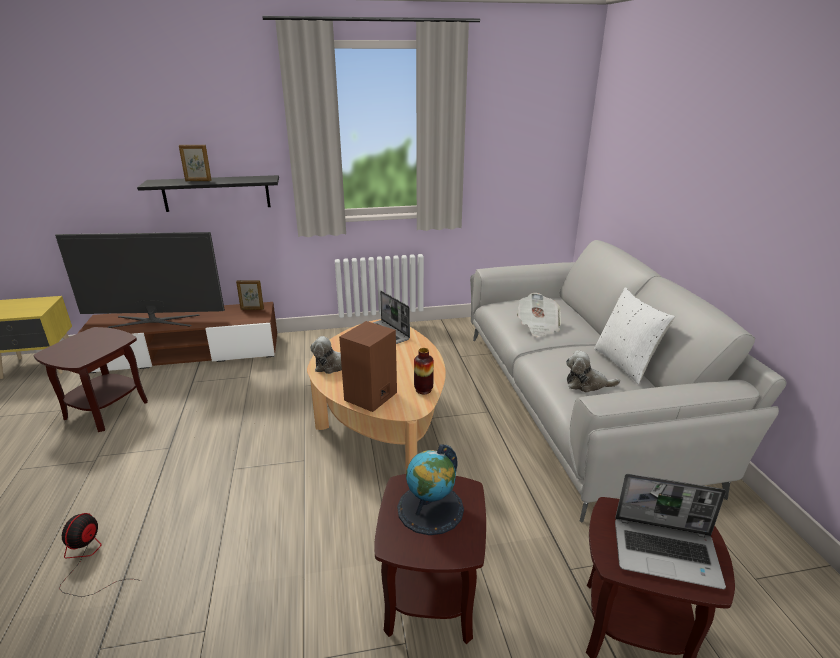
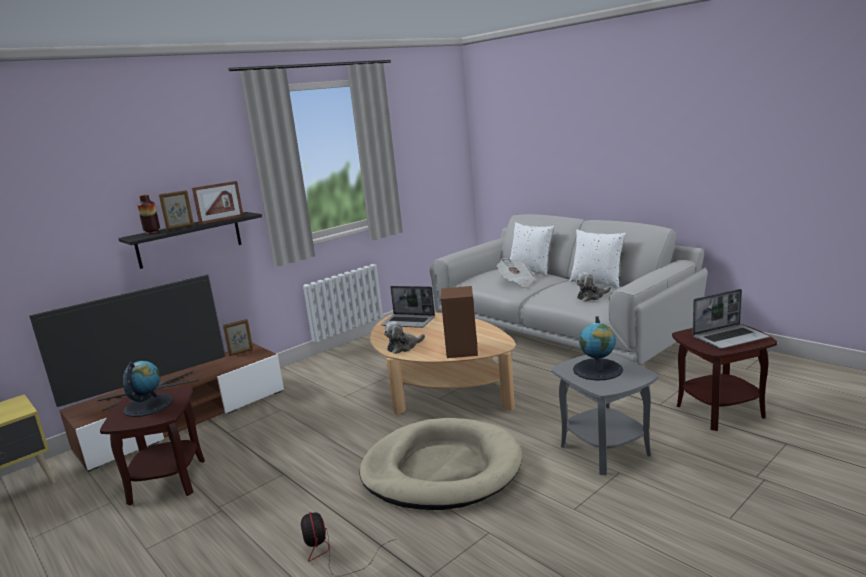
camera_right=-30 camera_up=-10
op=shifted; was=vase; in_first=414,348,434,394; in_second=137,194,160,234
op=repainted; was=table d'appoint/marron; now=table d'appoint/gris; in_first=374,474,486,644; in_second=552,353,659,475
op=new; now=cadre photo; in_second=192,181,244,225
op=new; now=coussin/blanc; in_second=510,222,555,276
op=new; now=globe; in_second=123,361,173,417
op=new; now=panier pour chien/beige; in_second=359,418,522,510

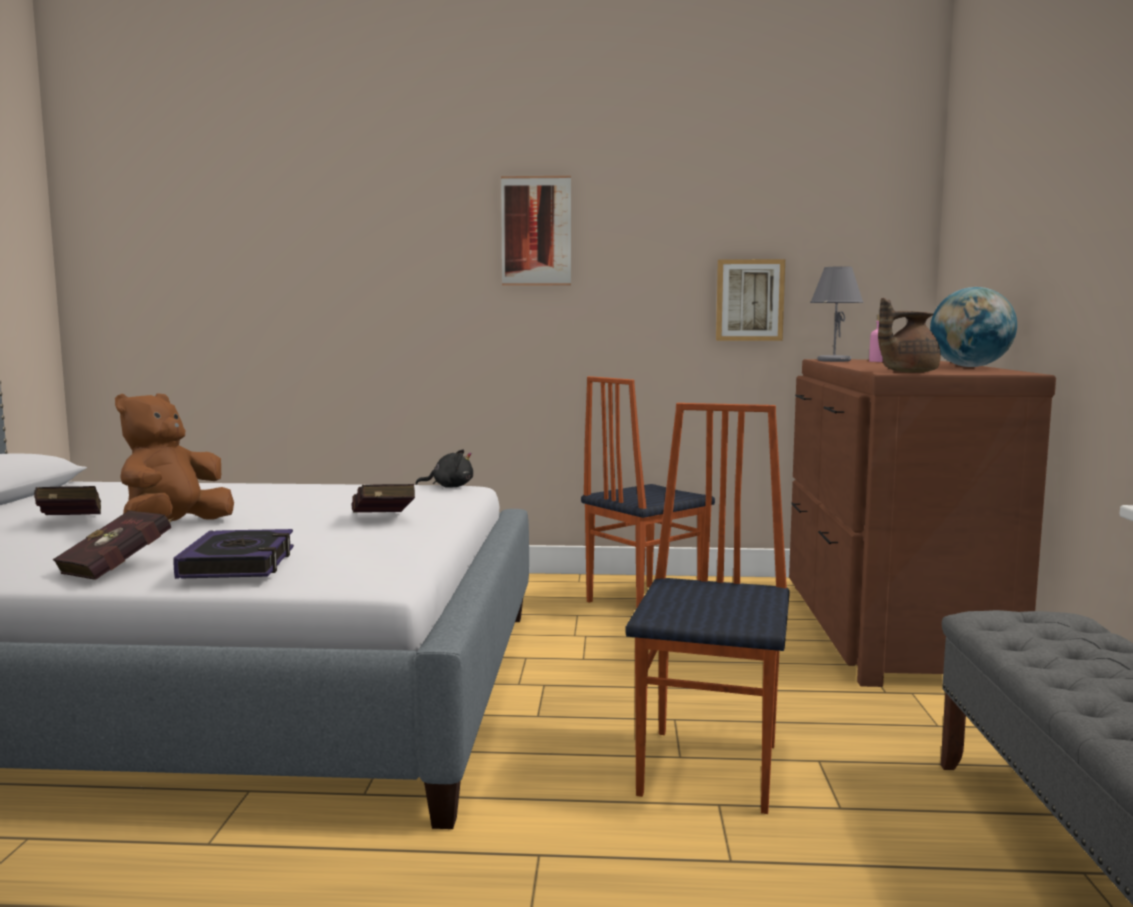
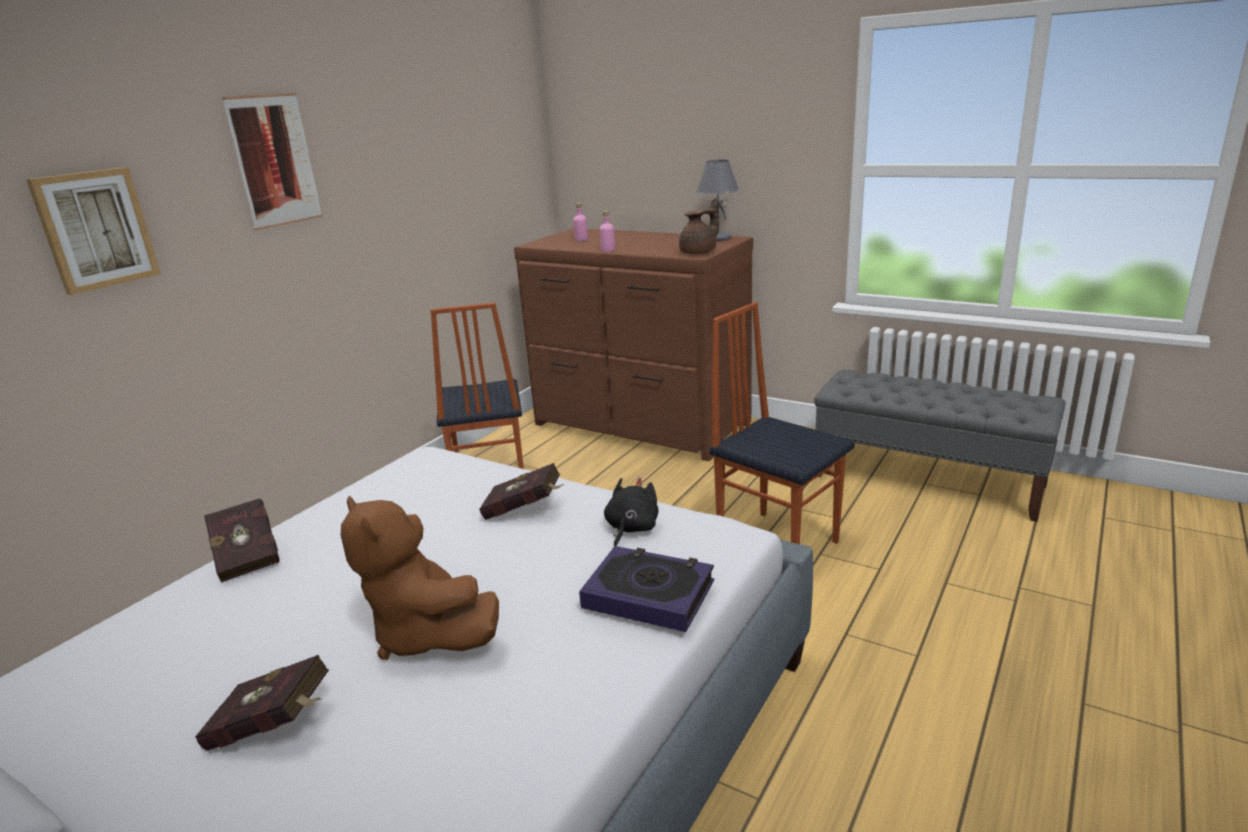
camera_right=-60 camera_up=15
op=shifted; was=tableau; in_first=716,259,785,341; in_second=26,167,161,295
op=shifted; was=lampe de table/gris; in_first=810,266,863,362; in_second=697,160,739,241
op=gone; was=globe; in_first=930,287,1017,367
op=rotated; was=théière/marron; in_first=878,298,941,373; in_second=679,198,719,254; clockwise=-135
op=shifted; was=peluche/noir; in_first=416,449,473,488; in_second=604,477,659,546
op=shifted; was=livre/rouge; in_first=53,510,173,580; in_second=204,498,280,582
op=new; now=bouteille/rose; in_second=600,211,615,252

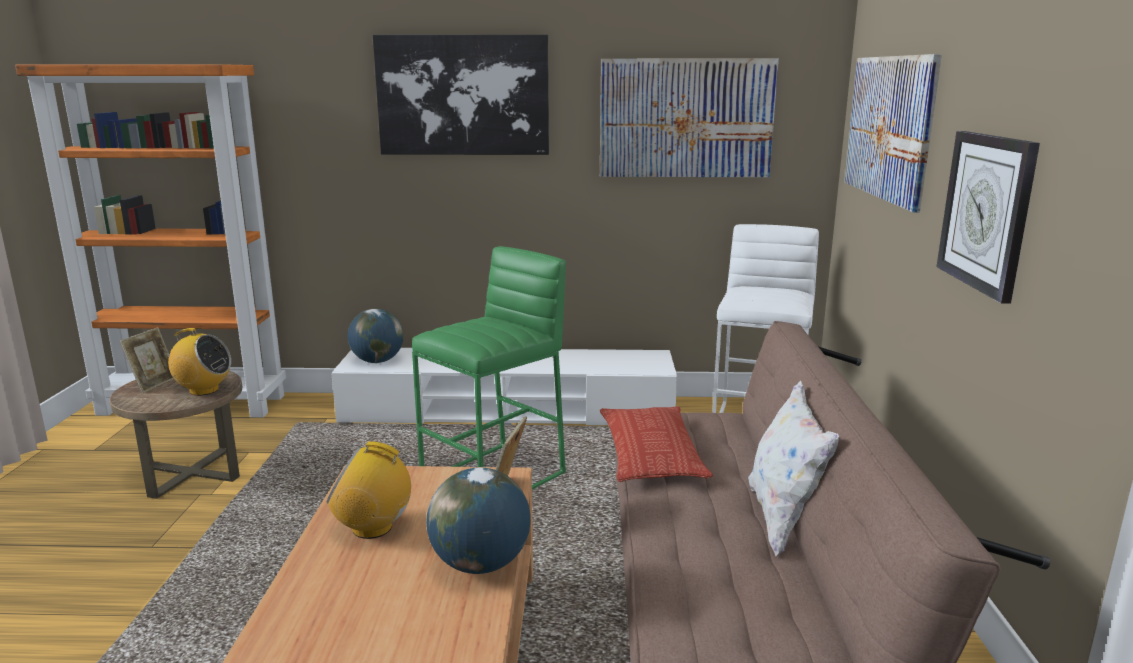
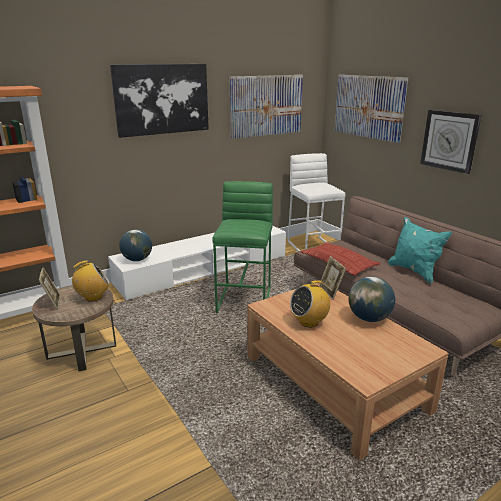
camera_right=-35 camera_up=5
op=repainted; was=coussin/blanc; now=coussin/turquoise; in_first=748,381,840,556; in_second=388,217,452,284

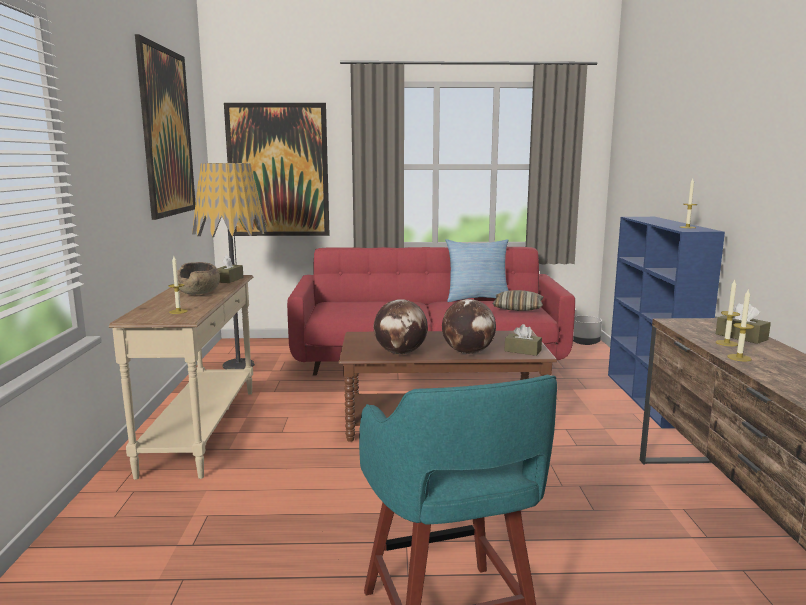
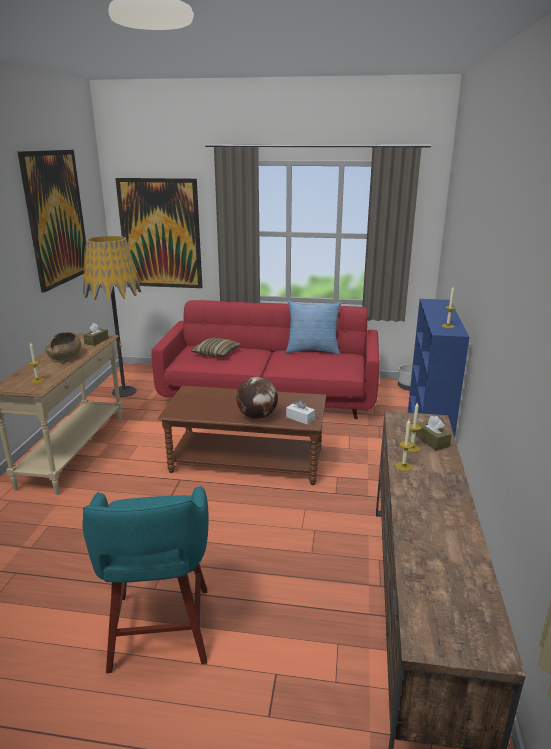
camera_right=10 camera_up=10
op=shifted; was=coussin; in_first=492,290,543,311; in_second=191,338,241,357
op=gone; was=globe; in_first=373,299,428,354
op=repainted; was=boîte à mouchoirs/marron; now=boîte à mouchoirs/blanc; in_first=505,324,542,356; in_second=286,399,315,424

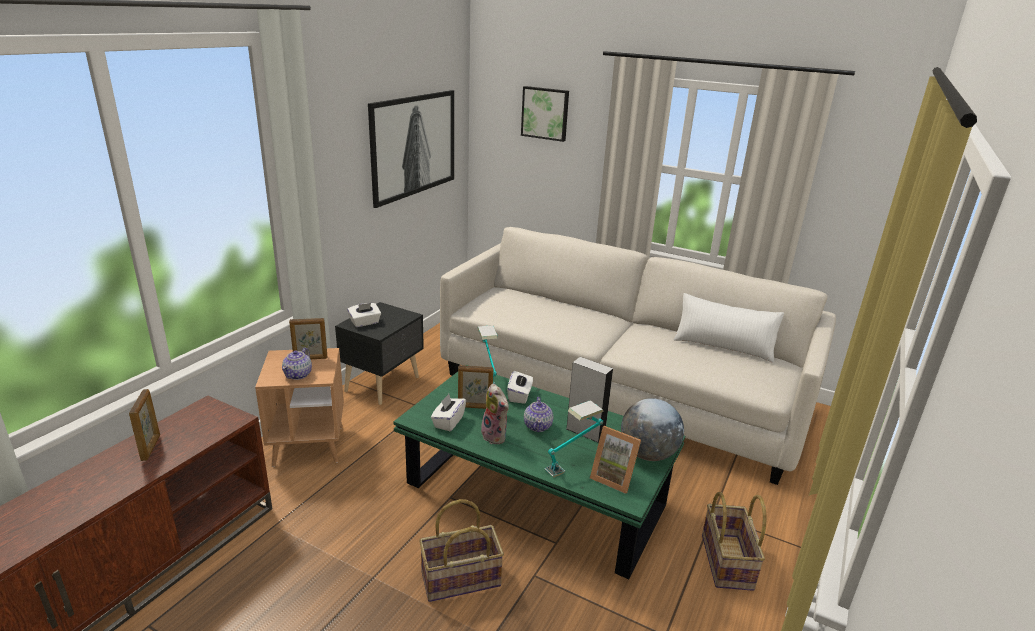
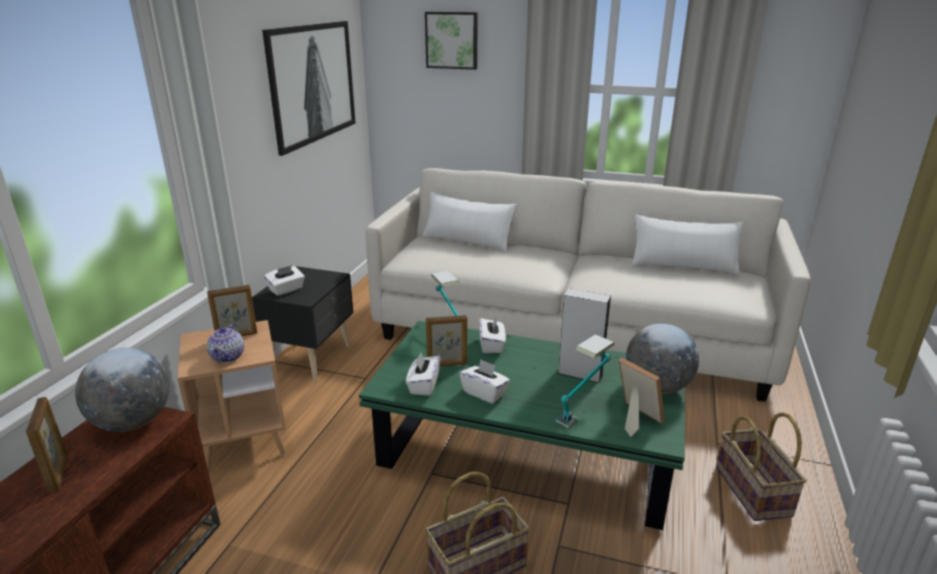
camera_right=-10 camera_up=0
op=swapped; was=peluche; now=boîte à mouchoirs/blanc; in_first=481,384,509,444; in_second=459,359,510,404
op=gone; was=théière; in_first=524,397,553,432
op=rotated; was=cadre photo; in_first=590,426,641,494; in_second=618,358,665,437; clockwise=-150
op=new; now=coussin/blanc; in_second=422,192,517,252
op=new; now=globe; in_second=75,348,170,432

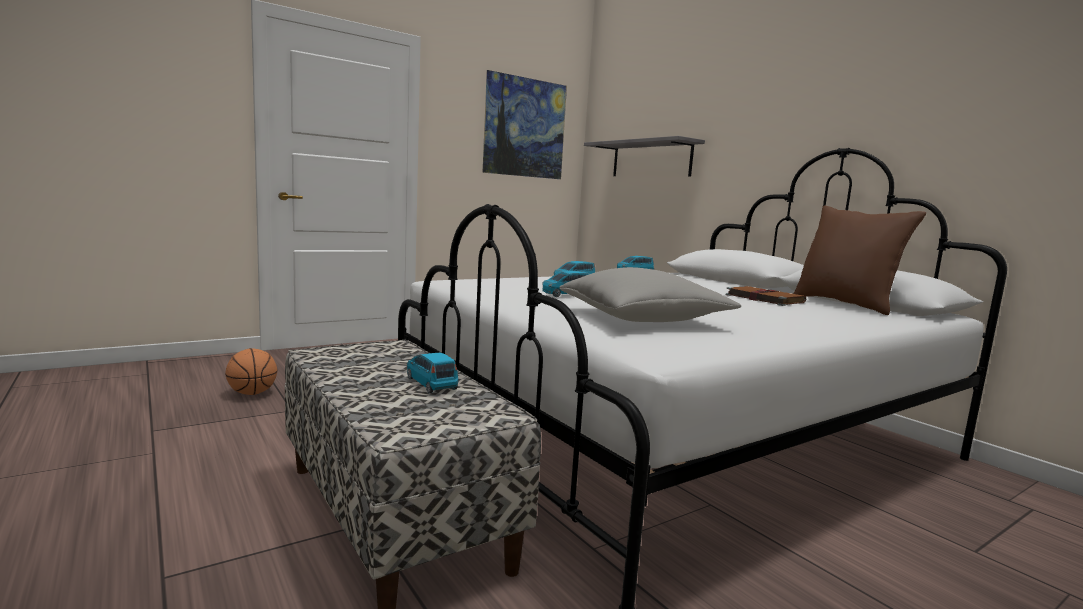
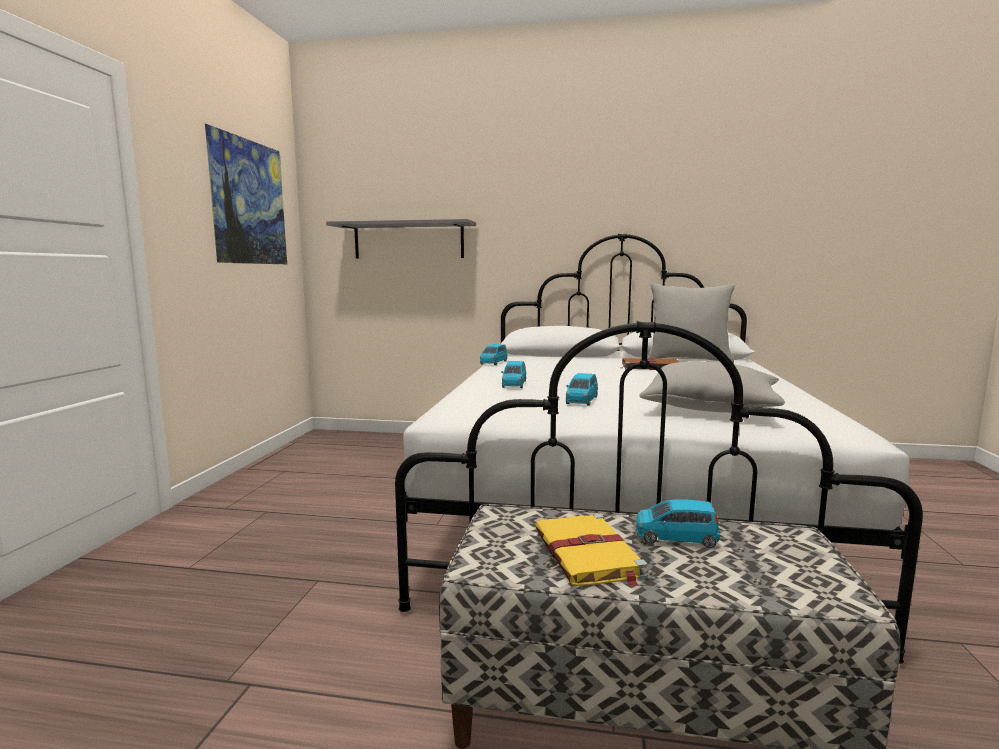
camera_right=-45 camera_up=0
op=repainted; was=coussin/marron; now=coussin/gris; in_first=793,205,926,315; in_second=648,283,735,363
op=gone; was=ballon de basket; in_first=225,348,278,395
op=new; now=livre/jaune; in_second=535,514,648,587

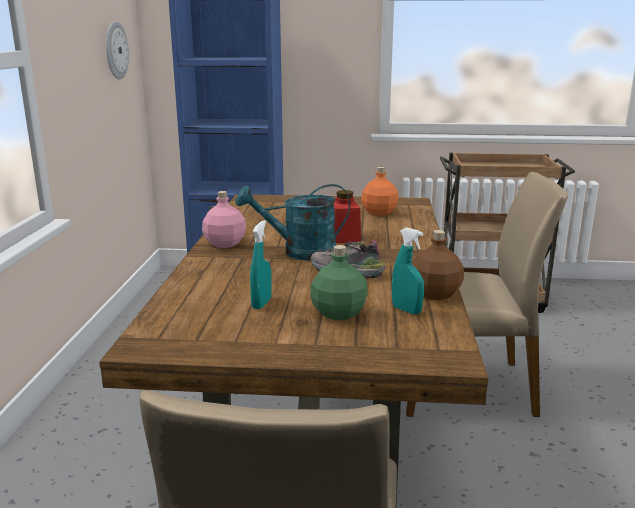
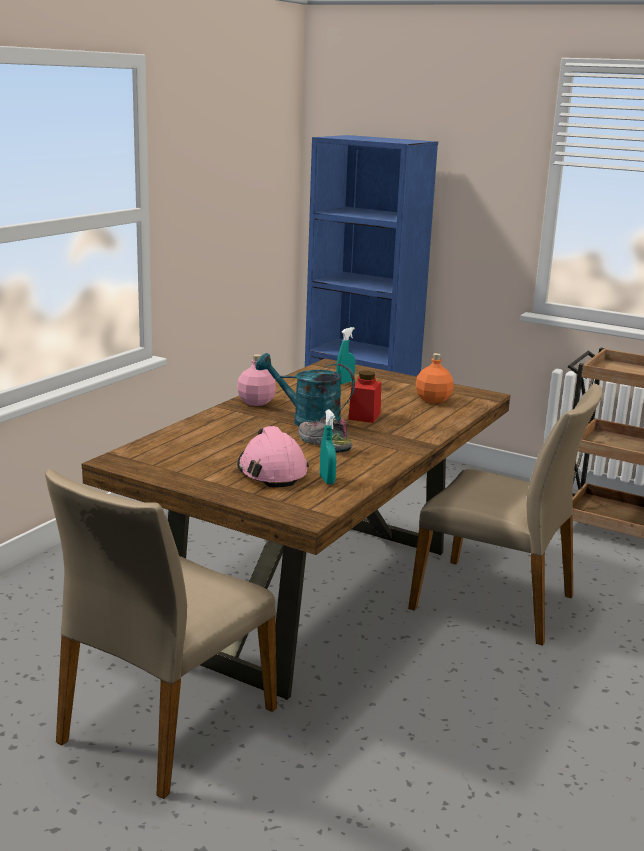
camera_right=25 camera_up=0
op=gone; was=horloge murale; in_first=106,21,129,80
op=shifted; was=vaporisateur/turquoise; in_first=250,220,272,309; in_second=336,327,355,384
op=gone; was=bouteille/marron; in_first=412,230,464,300
op=swapped; was=bouteille/vert; now=casque de chantier/rose; in_first=310,245,368,320; in_second=237,426,309,487

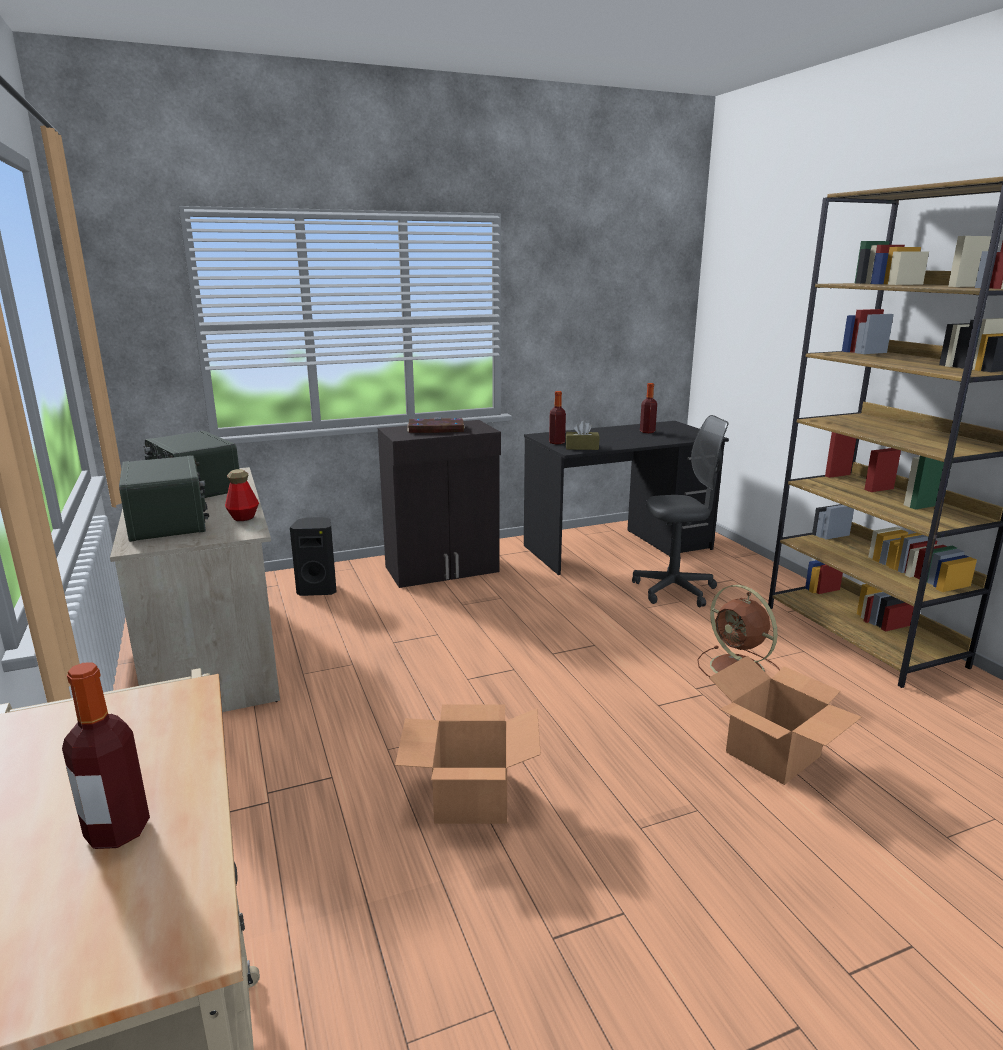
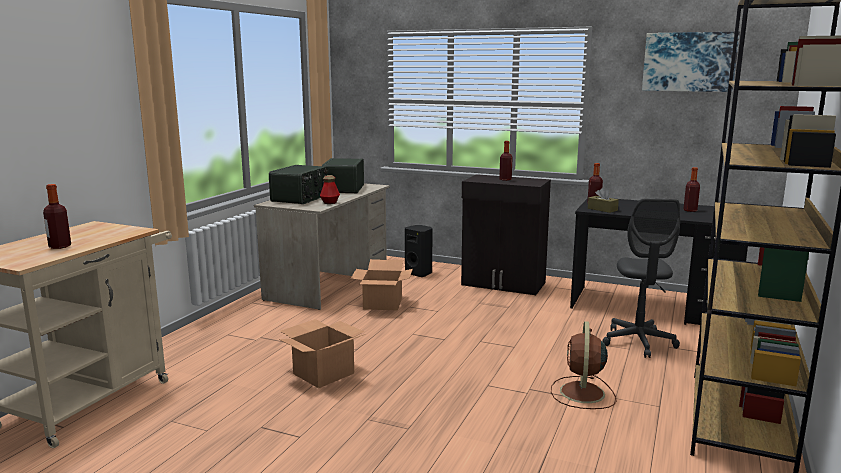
camera_right=45 camera_up=-5
op=rotated; was=chaise de bureau/gris; in_first=632,415,729,607; in_second=602,199,680,358; clockwise=60
op=swapped; was=livre; now=bouteille; in_first=407,417,465,433; in_second=499,141,513,181
op=shifted; was=carton; in_first=709,656,862,785; in_second=350,259,413,311
op=new; now=tableau; in_second=642,32,740,92

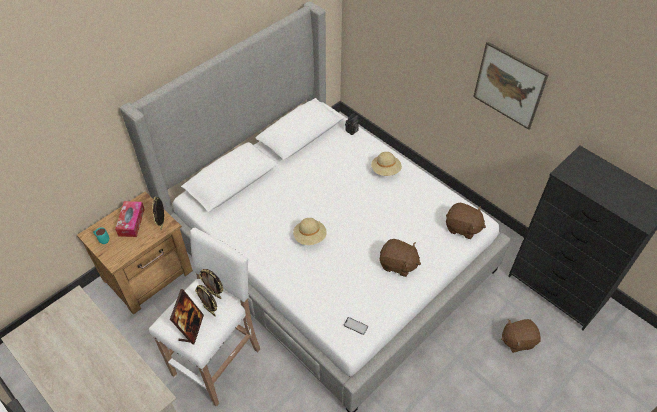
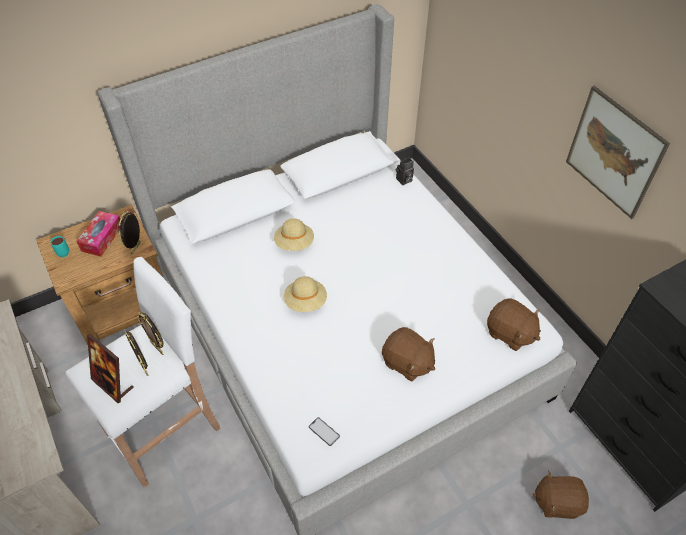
camera_right=15 camera_up=0
op=shifted; was=chapeau/beige; in_first=371,152,402,176; in_second=274,219,314,251
op=rotated; was=cadre photo; in_first=170,289,204,344; in_second=87,334,134,403; clockwise=105

